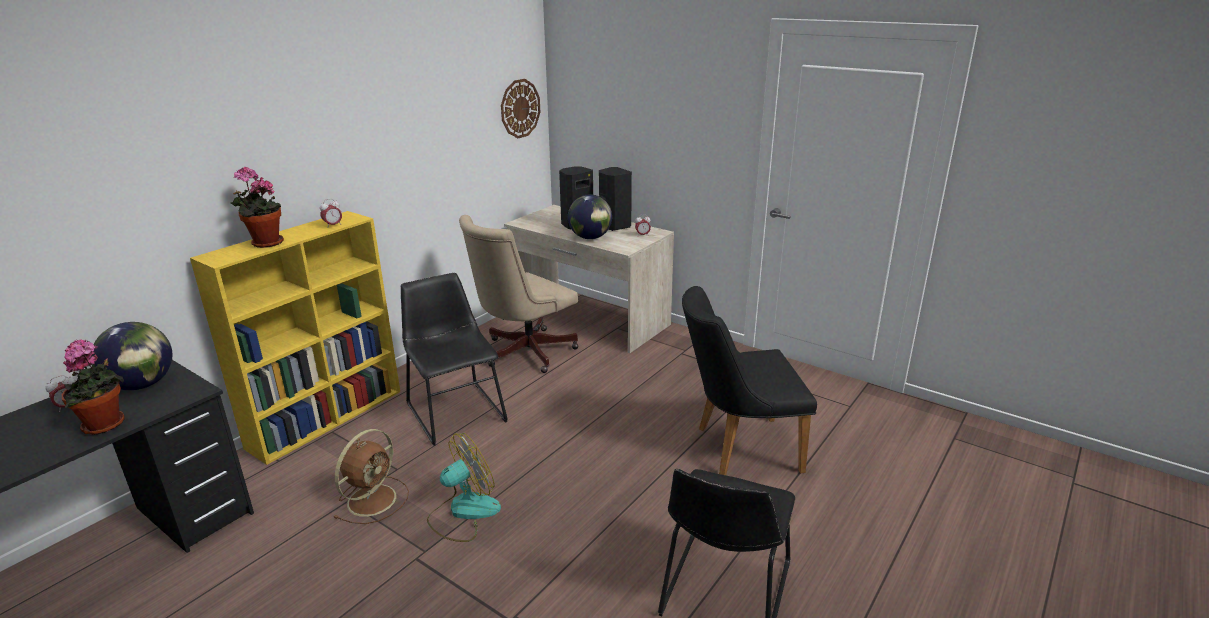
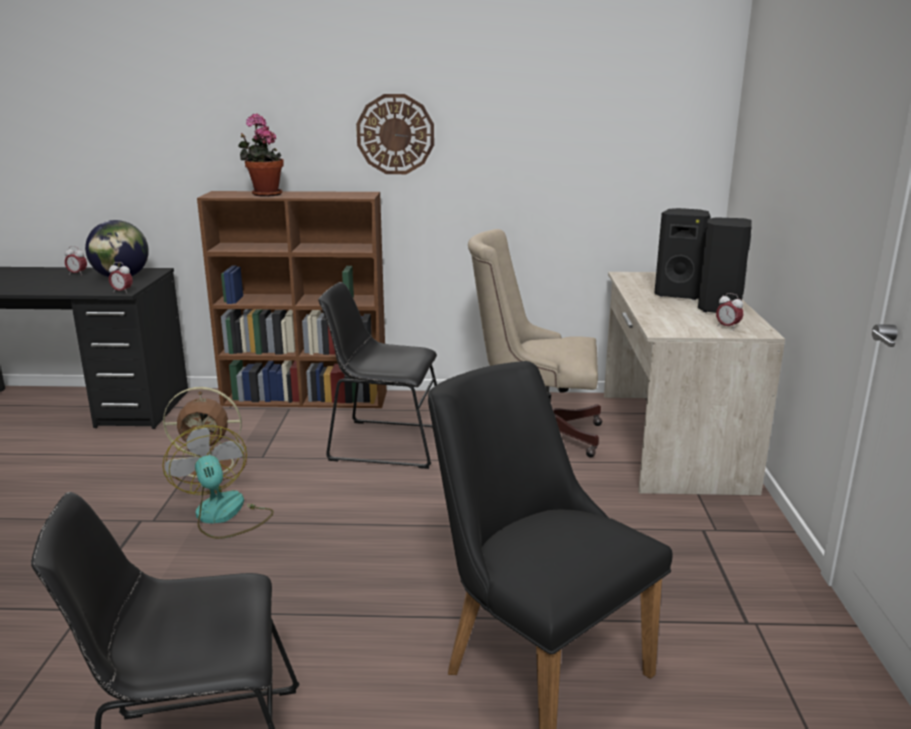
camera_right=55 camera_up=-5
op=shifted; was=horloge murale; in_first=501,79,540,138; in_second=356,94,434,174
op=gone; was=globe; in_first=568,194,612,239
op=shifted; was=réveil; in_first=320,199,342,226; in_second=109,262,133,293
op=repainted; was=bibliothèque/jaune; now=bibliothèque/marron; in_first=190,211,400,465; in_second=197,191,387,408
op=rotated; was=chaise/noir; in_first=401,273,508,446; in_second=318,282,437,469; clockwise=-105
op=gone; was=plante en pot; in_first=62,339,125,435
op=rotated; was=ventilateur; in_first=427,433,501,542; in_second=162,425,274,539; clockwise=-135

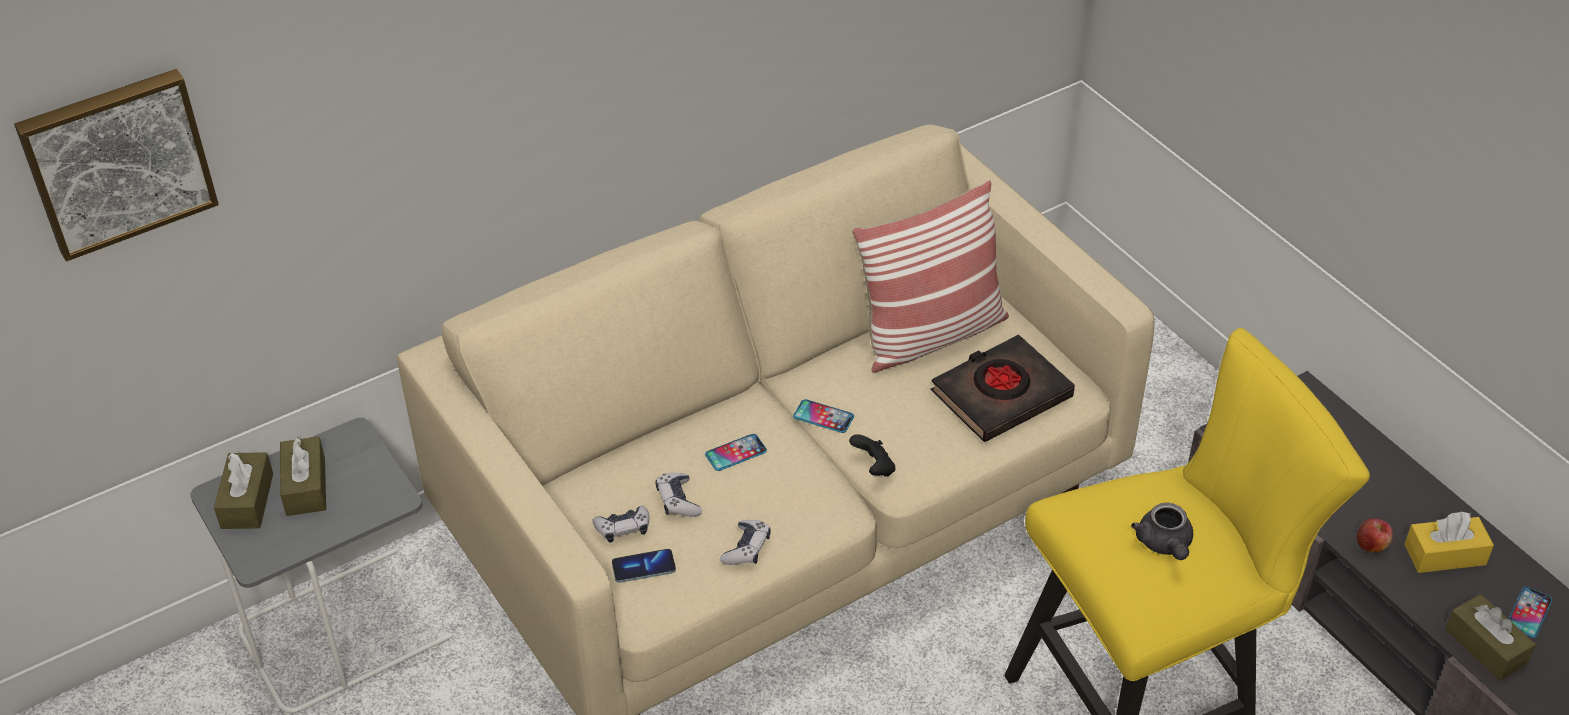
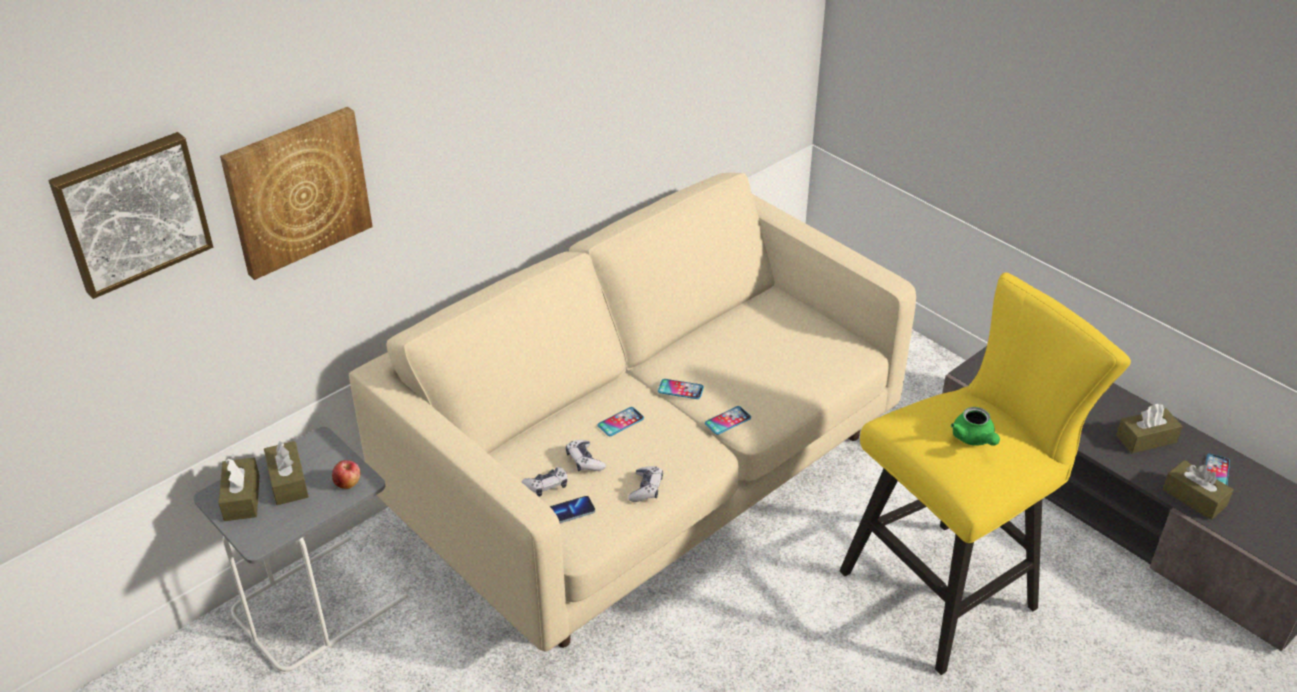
camera_right=-10 camera_up=-5
op=gone; was=coussin; in_first=852,181,1009,373
op=gone; was=livre/noir; in_first=931,334,1075,442
op=swapped; was=manette/noir; now=téléphone; in_first=849,434,895,477; in_second=705,406,751,435
op=repainted; was=théière/gris; now=théière/vert; in_first=1131,503,1193,560; in_second=951,407,1000,446
op=repainted; was=boîte à mouchoirs/jaune; now=boîte à mouchoirs/marron; in_first=1404,511,1494,573; in_second=1116,404,1182,453
op=shifted; was=pomme; in_first=1357,518,1393,552; in_second=332,460,360,489
op=new; now=tableau; in_second=220,107,373,280

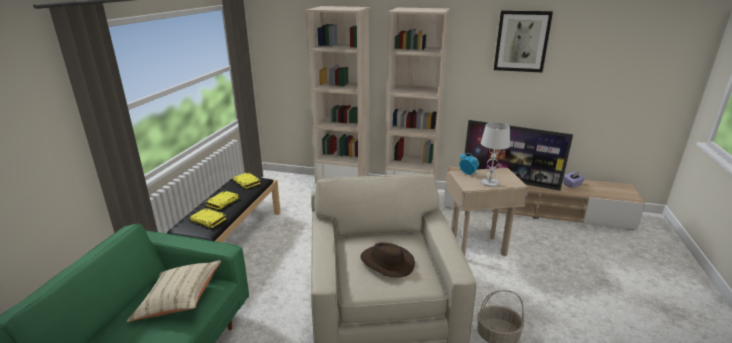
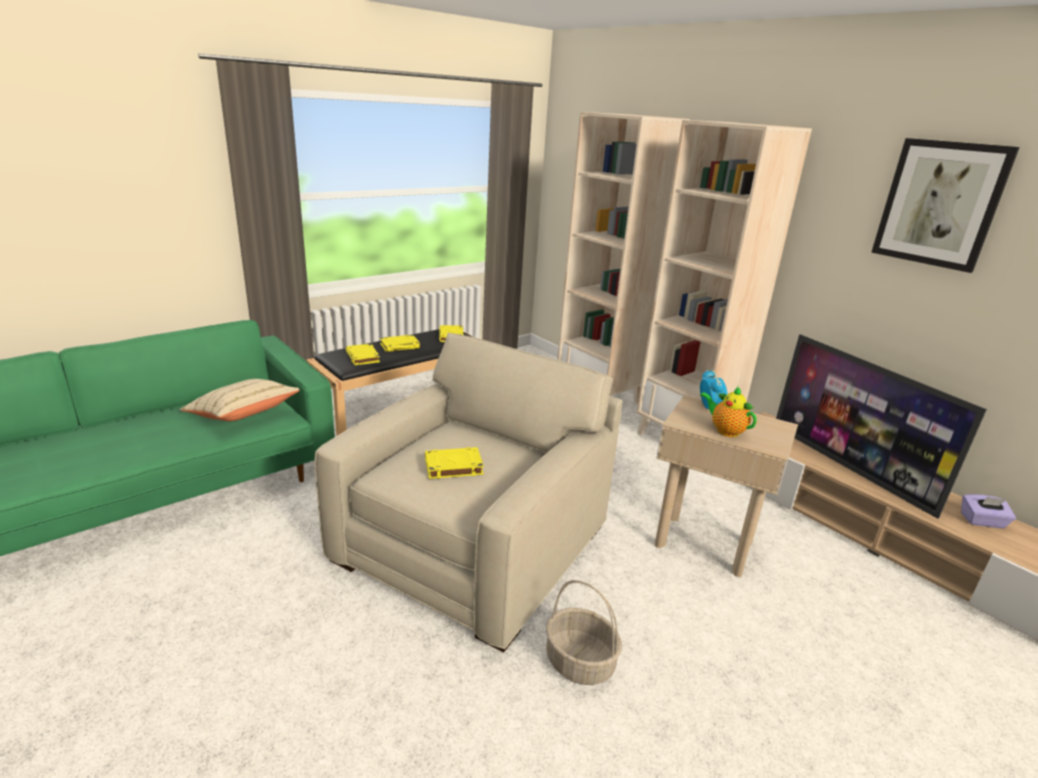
camera_right=35 camera_up=0
op=swapped; was=lampe de table/blanc; now=théière; in_first=481,122,510,187; in_second=700,386,757,437
op=swapped; was=chapeau/marron; now=livre/jaune; in_first=360,242,415,278; in_second=425,447,484,479

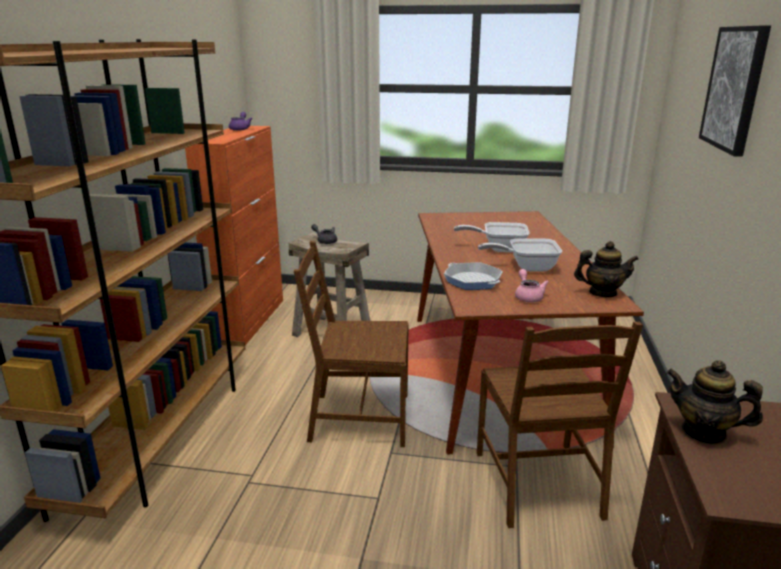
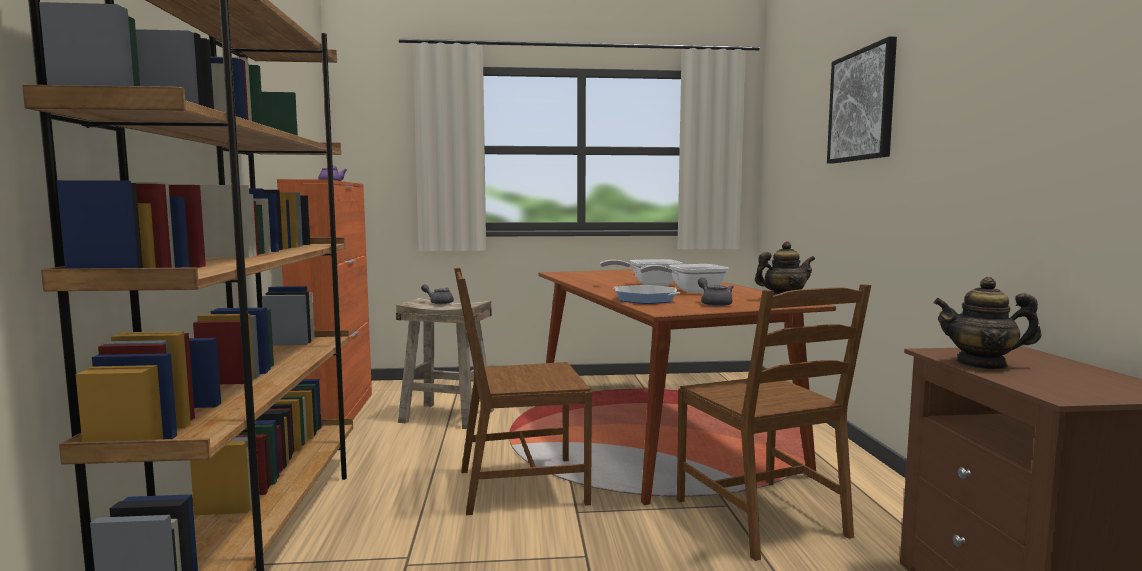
camera_right=-15 camera_up=-15
op=repainted; was=théière/rose; now=théière/gris; in_first=515,269,549,302; in_second=698,278,734,307

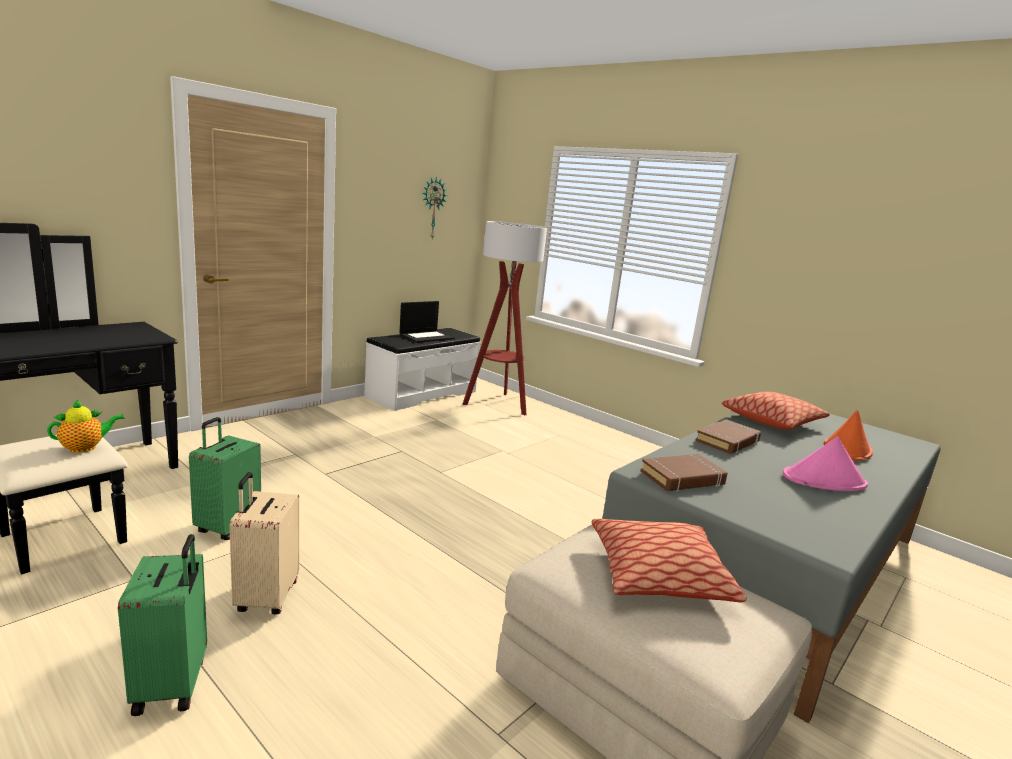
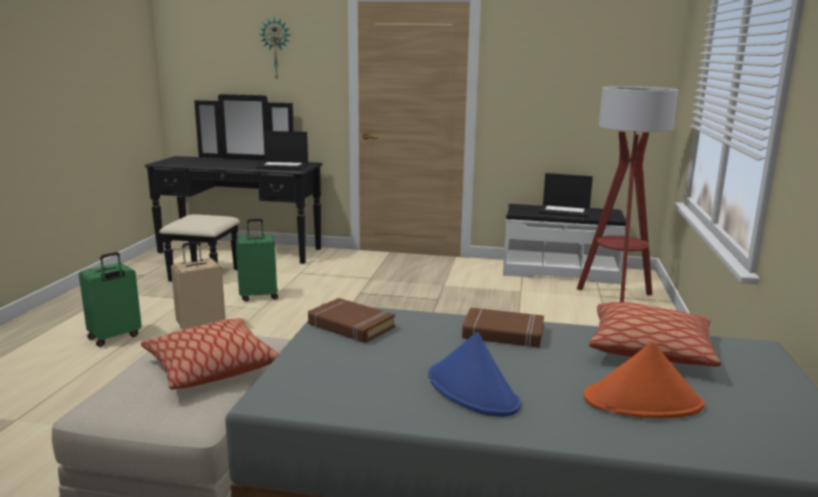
camera_right=60 camera_up=0
op=shifted; was=horloge murale; in_first=422,176,448,239; in_second=259,17,290,79
op=gone; was=théière; in_first=47,399,125,453
op=repainted; was=chapeau/rose; now=chapeau/bleu; in_first=783,437,868,491; in_second=428,332,521,417
op=new; now=ordinateur portable; in_second=256,131,308,170

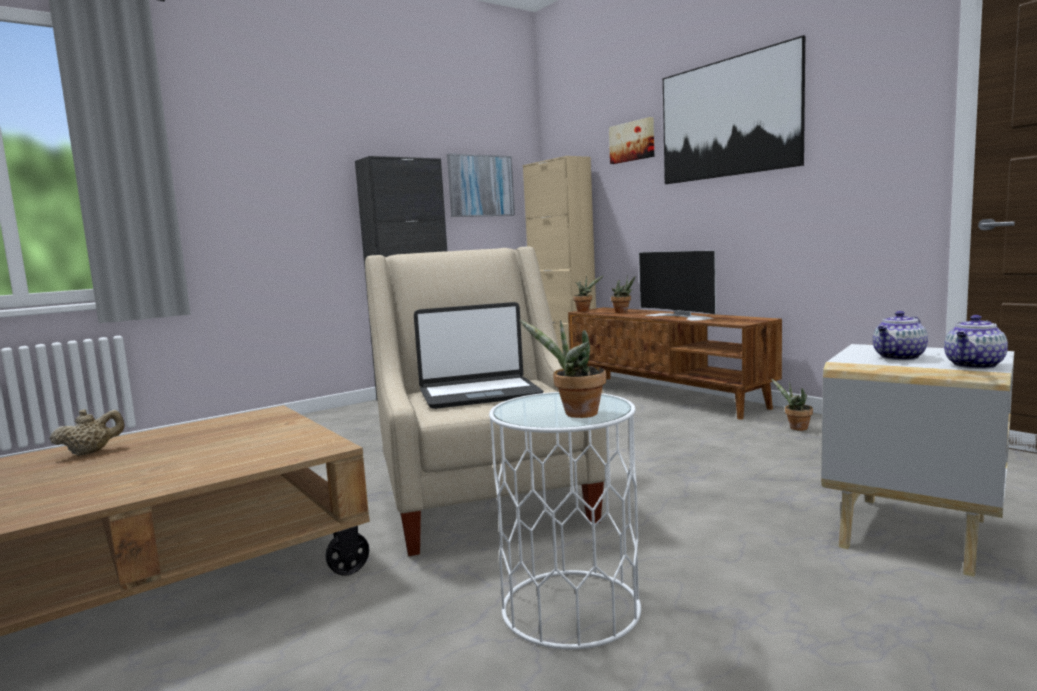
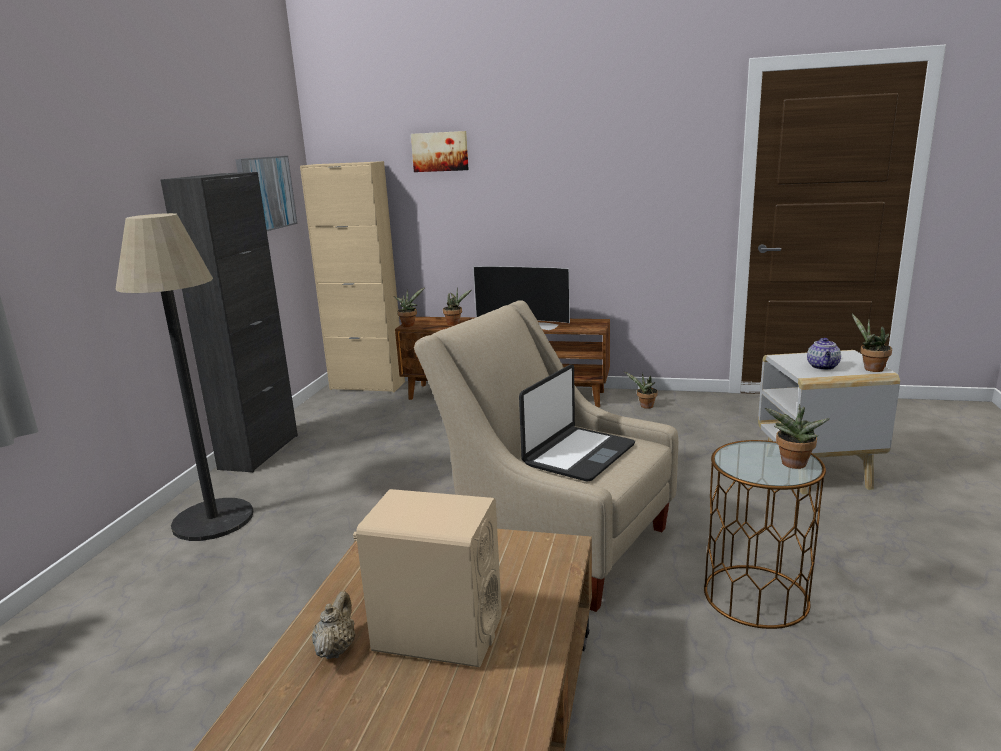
camera_right=-40 camera_up=10
op=gone; was=tableau; in_first=663,35,805,184
op=swapped; was=théière; now=plante en pot; in_first=944,315,1008,369; in_second=852,314,892,372
op=repainted; was=table d'appoint/blanc; now=table d'appoint/marron; in_first=489,392,641,649; in_second=704,440,826,629
op=new; now=lampadaire; in_second=116,213,253,541
op=new; now=enceinte/beige; in_second=353,489,502,667

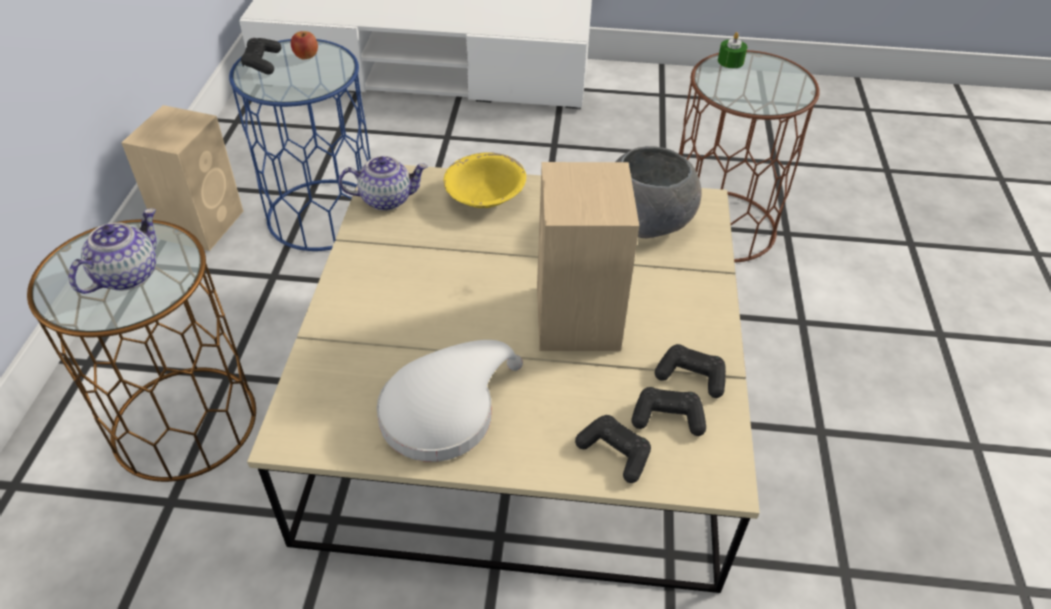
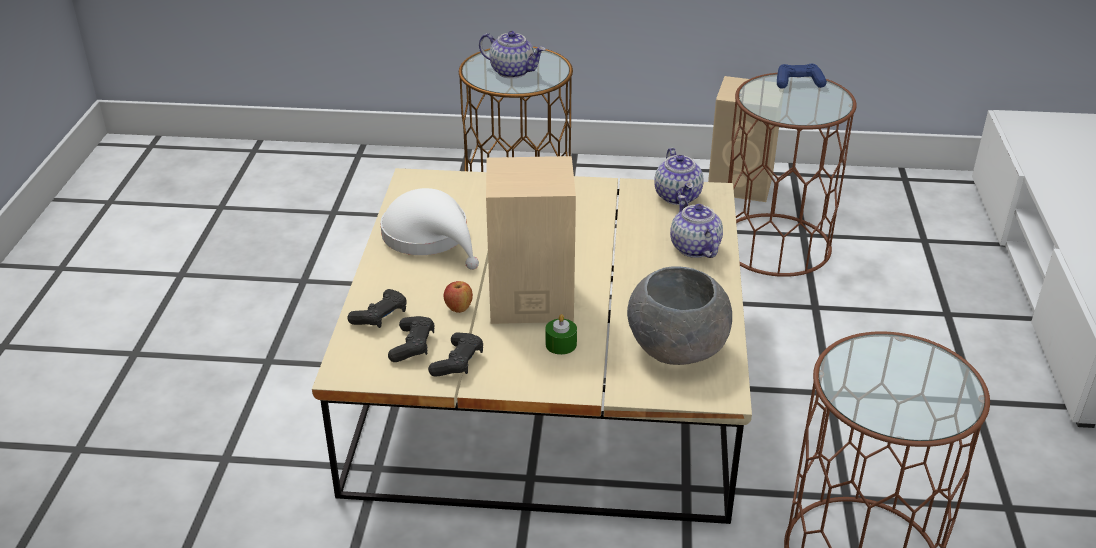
camera_right=90 camera_up=-10
op=shifted; was=pomme; in_first=291,31,318,60; in_second=444,281,473,313
op=shifted; was=bougie/vert; in_first=718,32,747,68; in_second=545,314,577,355
op=repainted; was=manette/noir; now=manette/bleu; in_first=241,38,281,75; in_second=777,63,827,89
op=repainted; was=table d'appoint/bleu; now=table d'appoint/marron; in_first=229,39,371,251; in_second=728,73,857,277
op=swapped; was=bol/jaune; now=théière; in_first=444,152,526,208; in_second=670,195,723,258

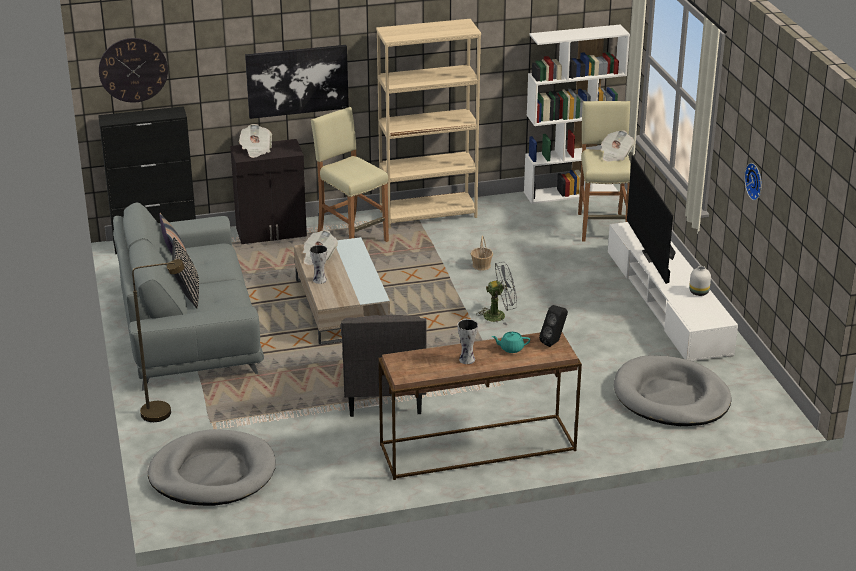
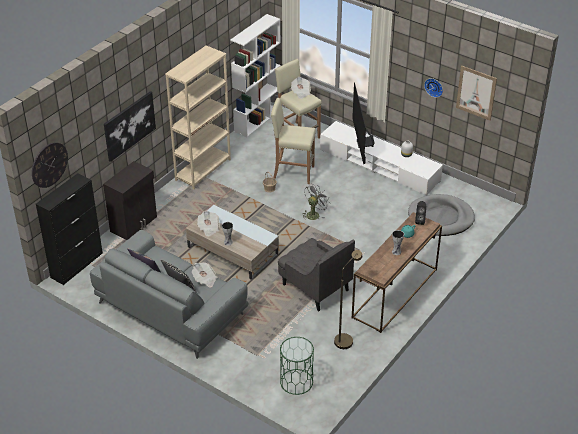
camera_right=-40 camera_up=10
op=shifted; was=tabouret/beige; in_first=311,107,389,242; in_second=271,98,316,184
op=shifted; was=journal; in_first=239,124,272,158; in_second=192,262,217,288
op=rotated; was=téléviseur; in_first=627,155,676,284; in_second=352,82,375,164; clockwise=45
op=shifted; was=lampadaire/marron; in_first=132,259,185,422; in_second=334,250,362,349
op=swapped; was=panier pour chien/gris; now=table d'appoint/vert; in_first=148,429,276,506; in_second=280,337,314,395
op=new; now=tableau; in_second=456,66,497,121

